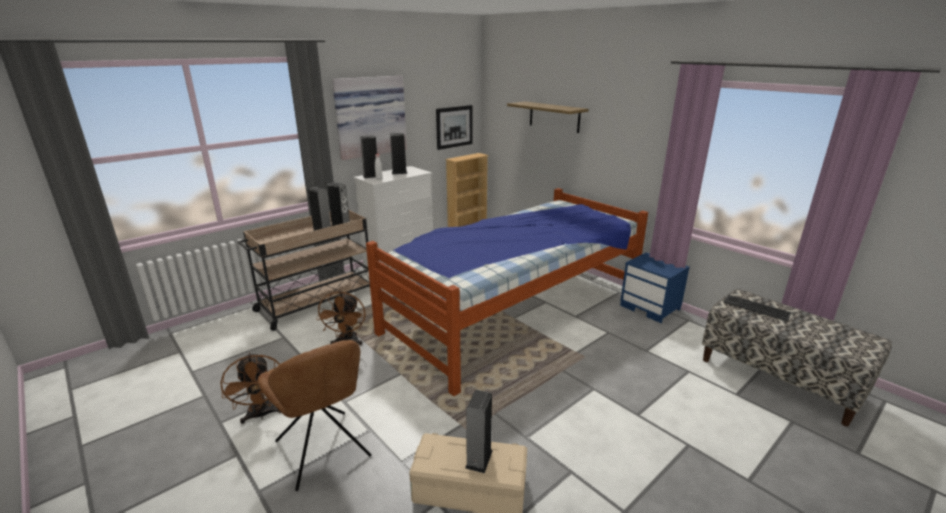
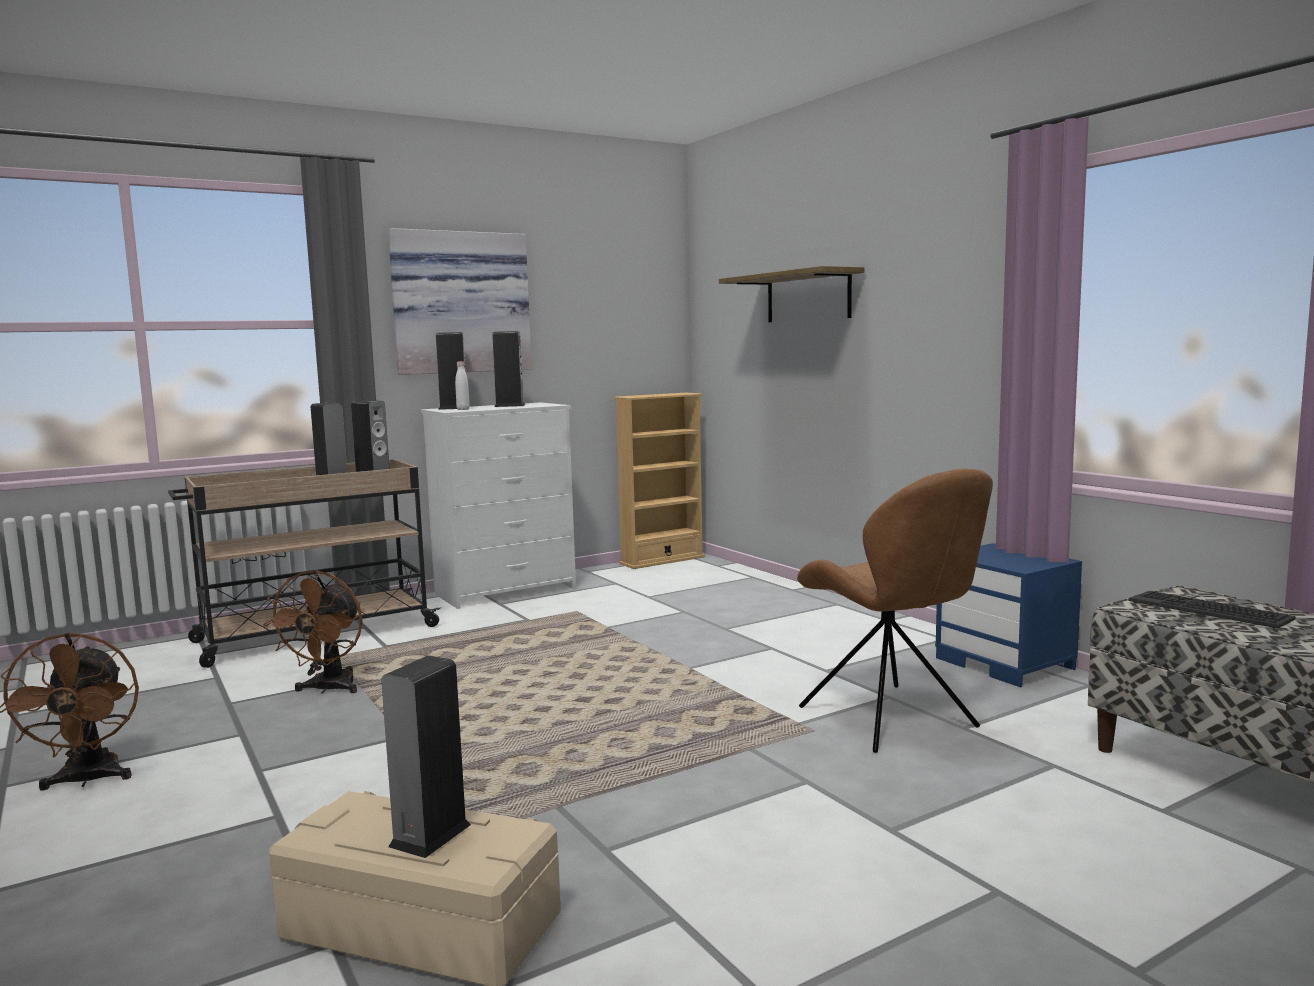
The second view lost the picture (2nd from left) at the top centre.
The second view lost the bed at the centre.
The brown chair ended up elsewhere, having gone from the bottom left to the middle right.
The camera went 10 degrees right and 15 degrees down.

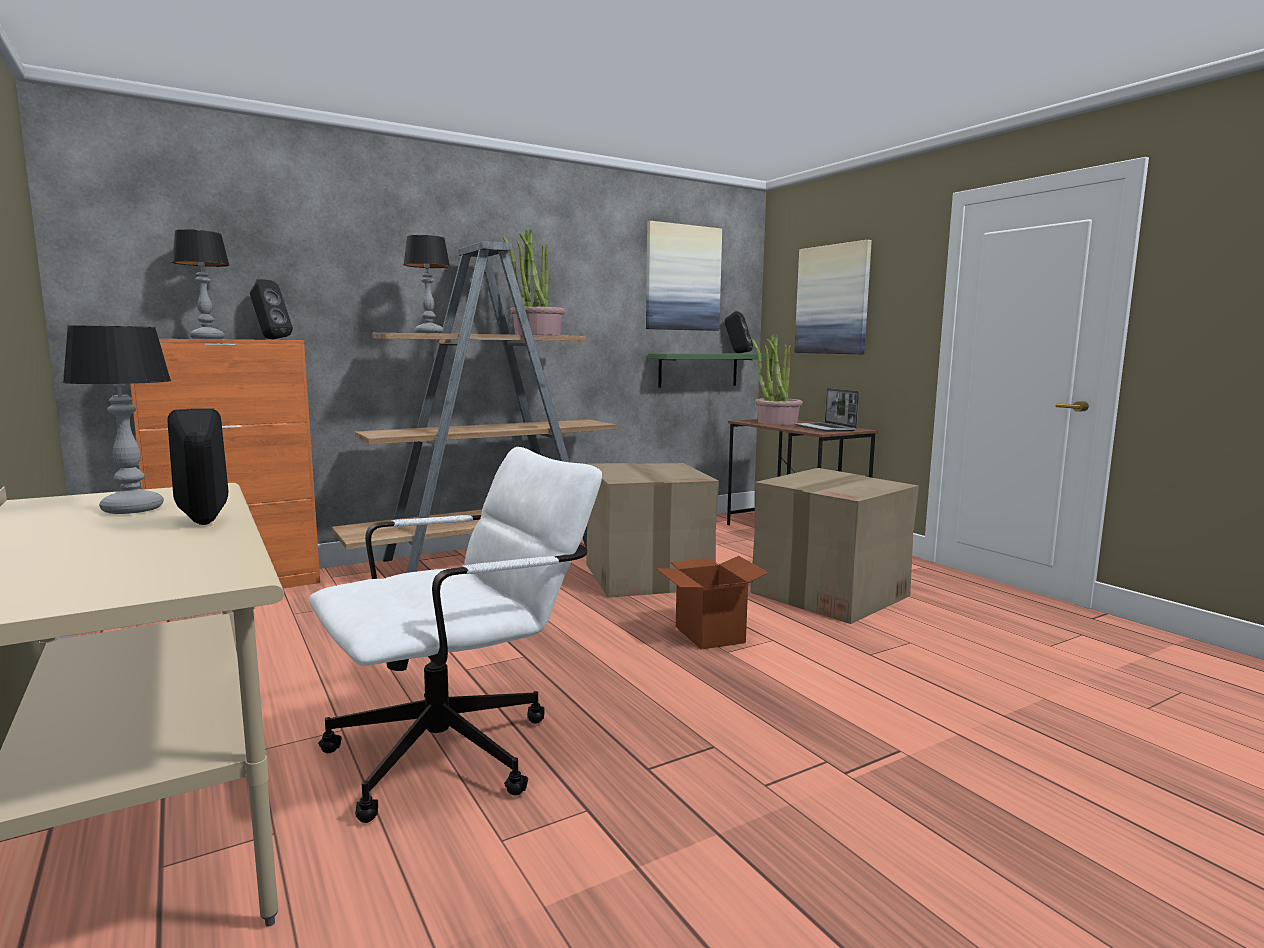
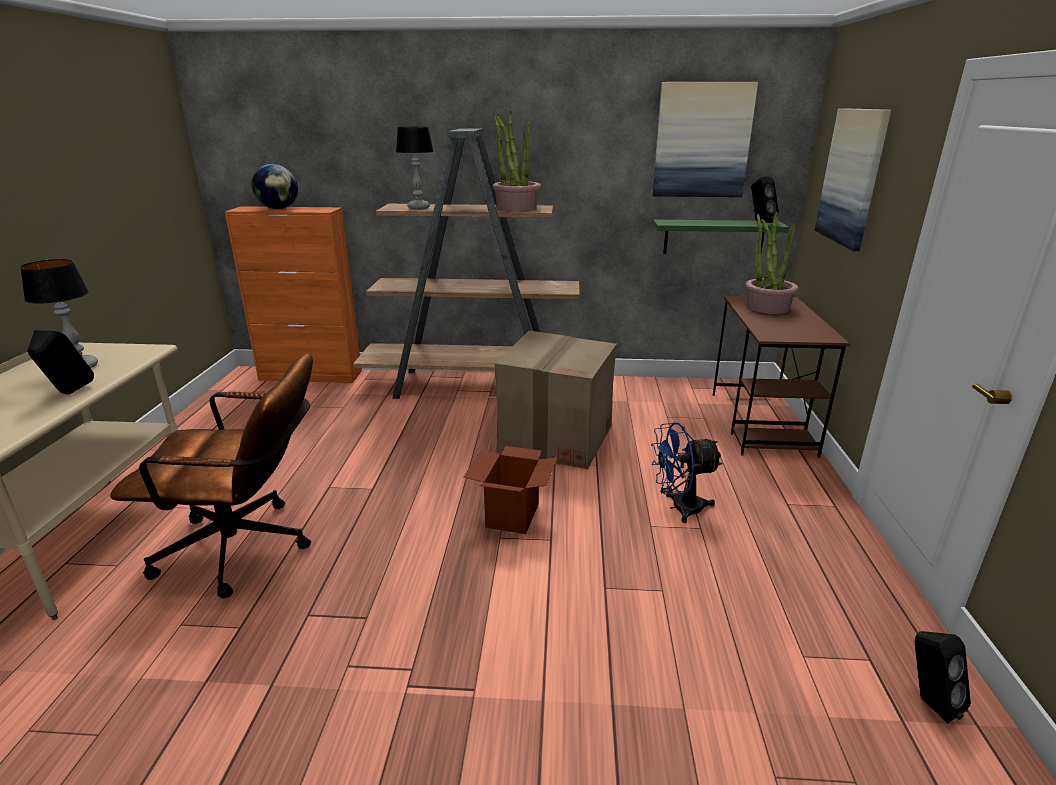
Where the table lamp (2nd from left) stood at the top left, the globe came to stand at the top left.
The black speaker (2nd from left in the first image) ended up elsewhere, having gone from the top left to the bottom right.
The second view lost the laptop at the centre.
What was the white office chair at the bottom centre turned into the brown office chair at the middle left.
Where the cardboard box (3rd from left) stood at the centre, the blue fan came to stand at the centre.
The camera went 35 degrees right and 15 degrees up.

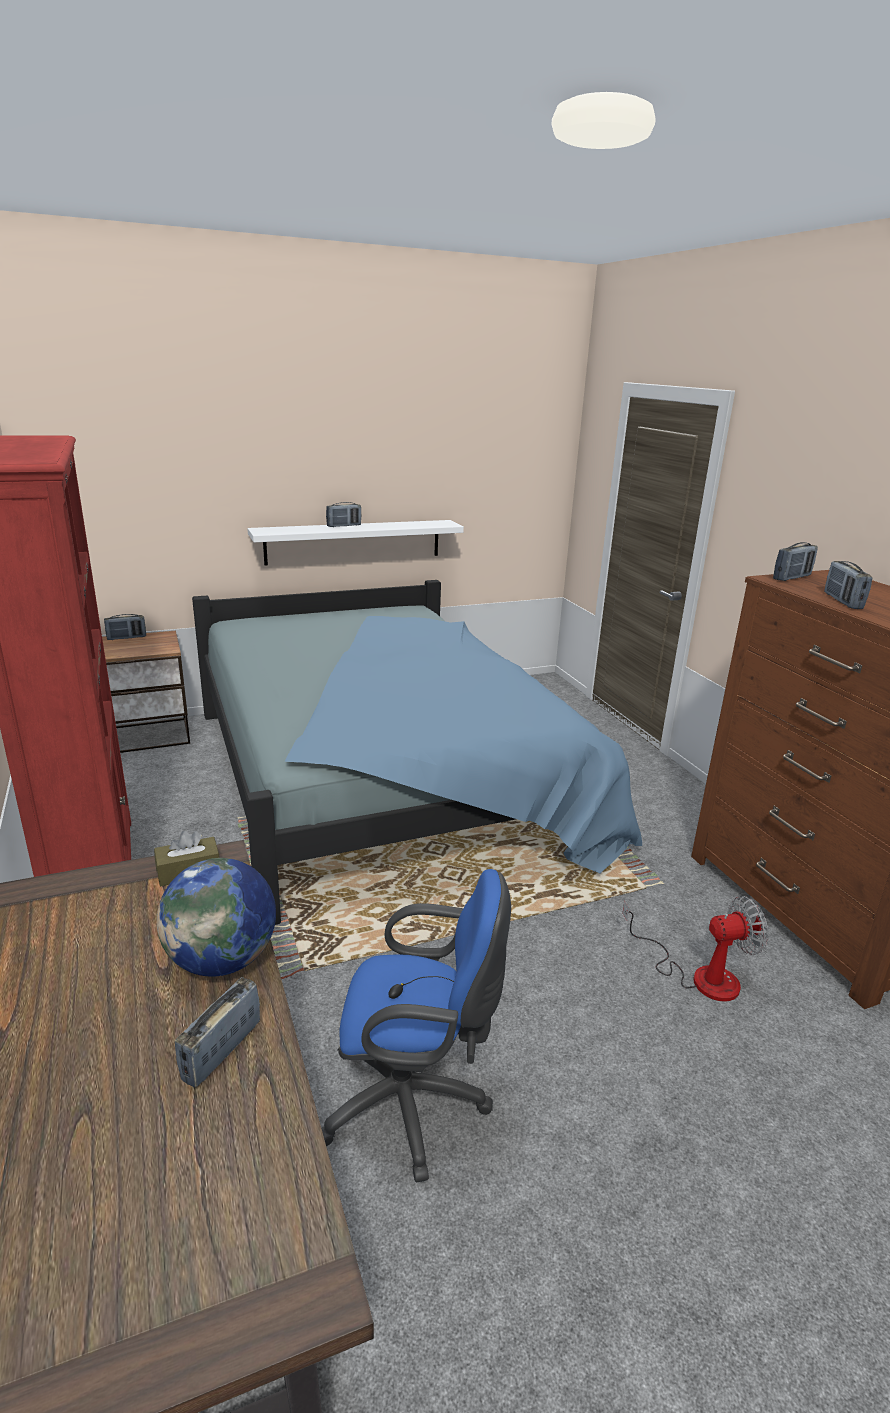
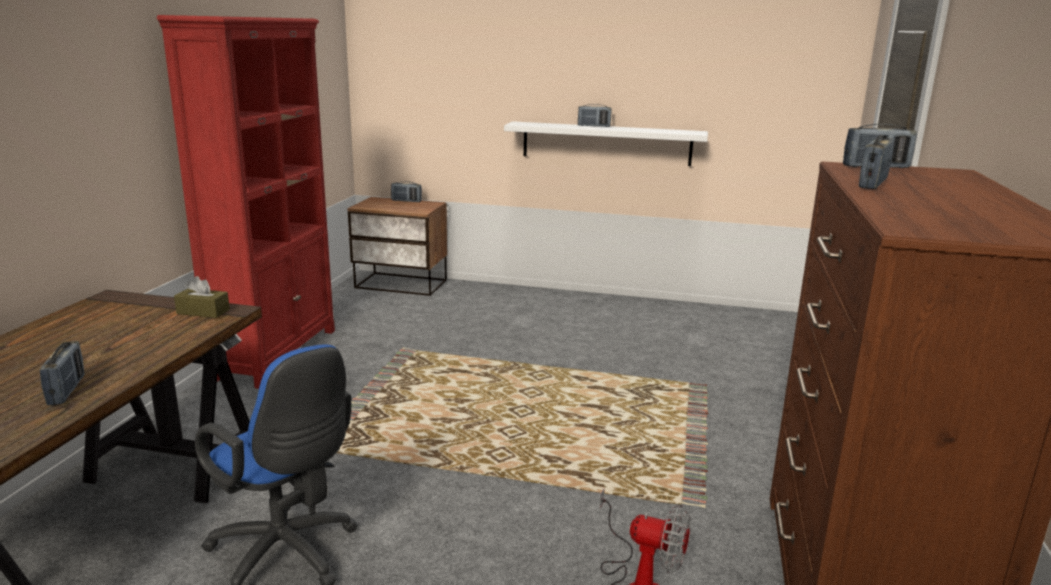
The second view lost the blue bed at the centre.
The second view lost the globe at the middle left.
The radio (2nd from left in the first image) at the bottom left ended up facing another way, 105 degrees clockwise from before.
The camera went 35 degrees right and 5 degrees down.

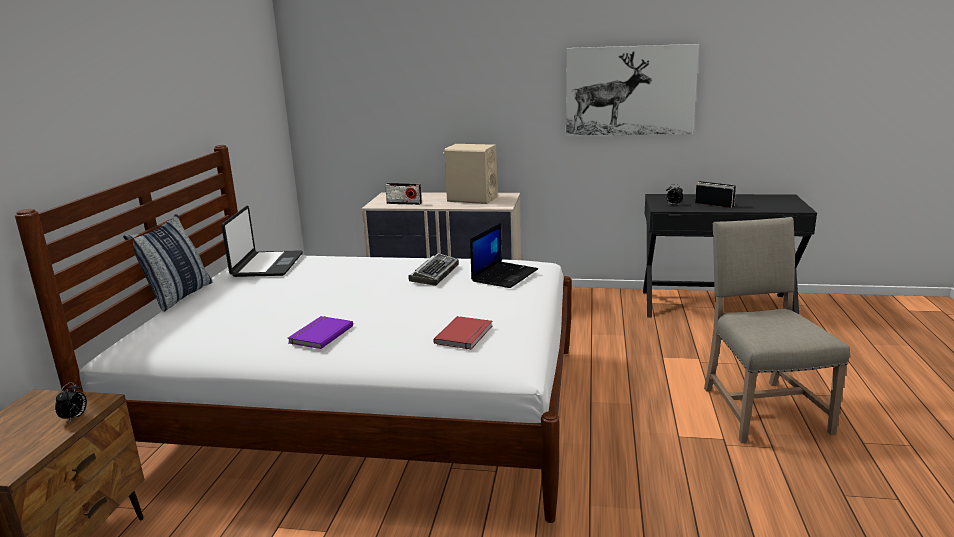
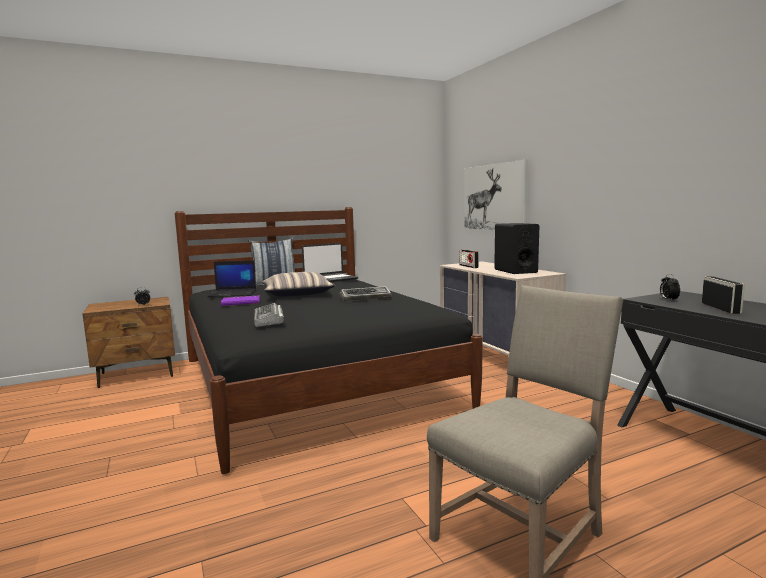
The picture ended up elsewhere, having gone from the top centre to the centre.
What was the beige speaker at the top centre turned into the black speaker at the middle right.
What was the white bed at the middle left turned into the black bed at the centre.
The laptop (2nd from left in the first image) ended up elsewhere, having gone from the centre to the middle left.
Where the red book stood at the centre, the keyboard (1st from left) came to stand at the centre.
The second view gained the pillow (2nd from left) at the centre.
The camera went 55 degrees right and 10 degrees down.

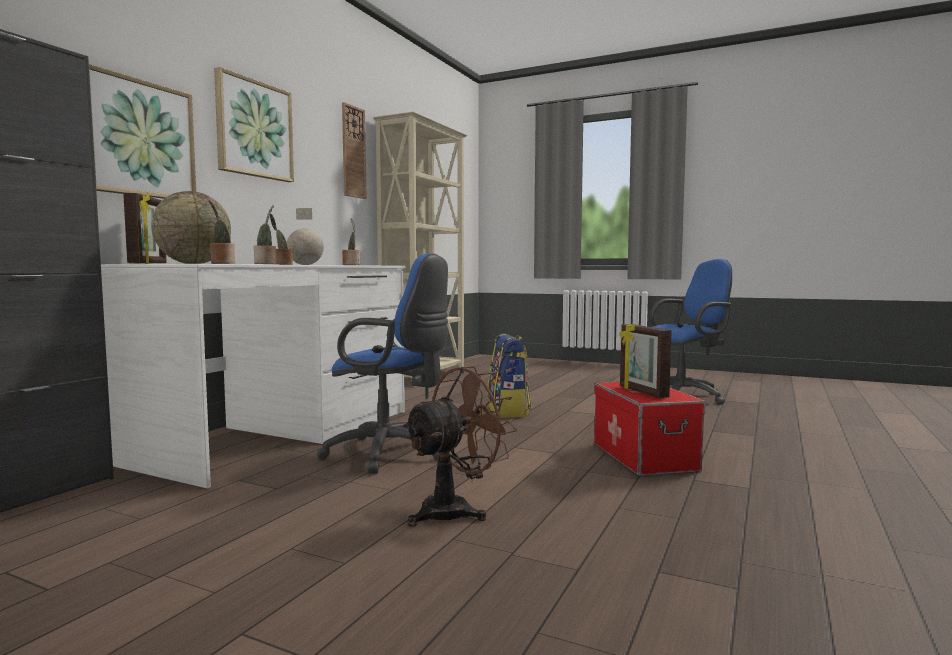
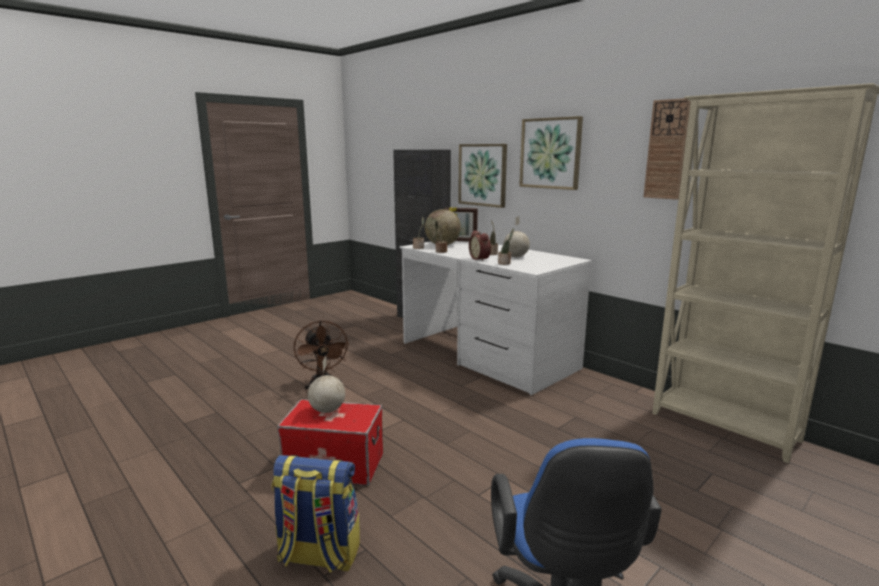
The second view lost the blue office chair (1st from left) at the centre.
Where the picture frame (2nd from left) stood at the middle right, the globe (1st from left) came to stand at the centre.
The backpack ended up elsewhere, having gone from the centre to the bottom centre.
The second view gained the alarm clock at the centre.
The camera went 110 degrees right and 10 degrees up.

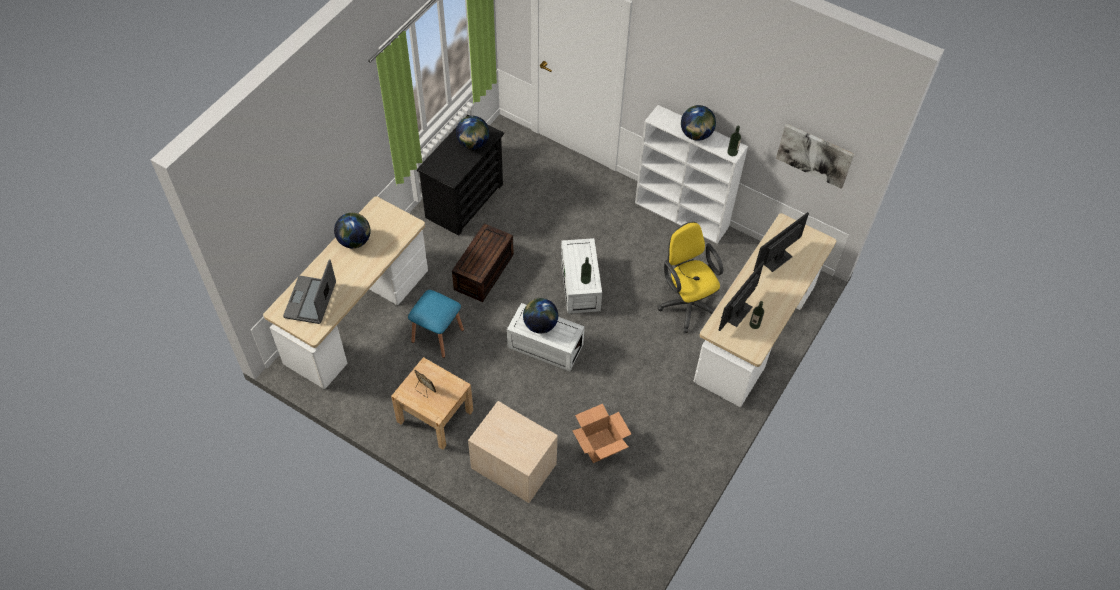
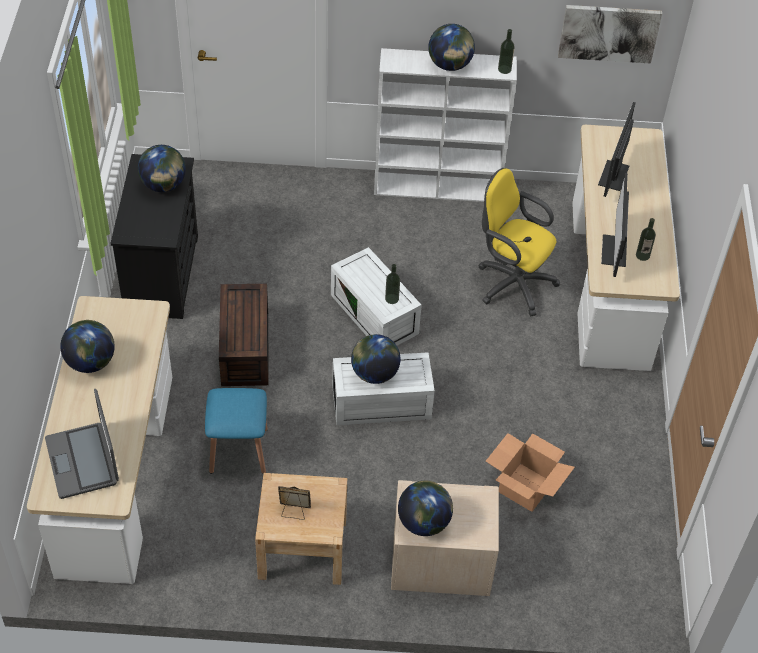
The second view gained the globe (4th from left) at the bottom centre.
The camera went 30 degrees left and 5 degrees down.

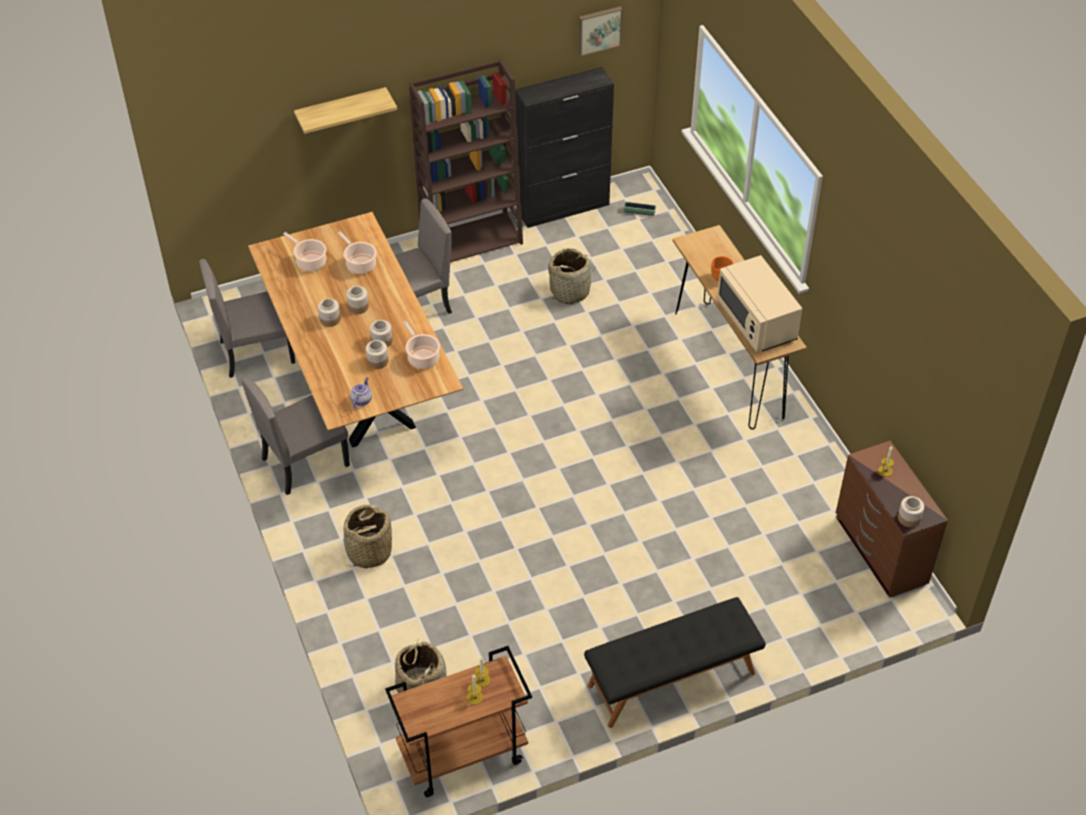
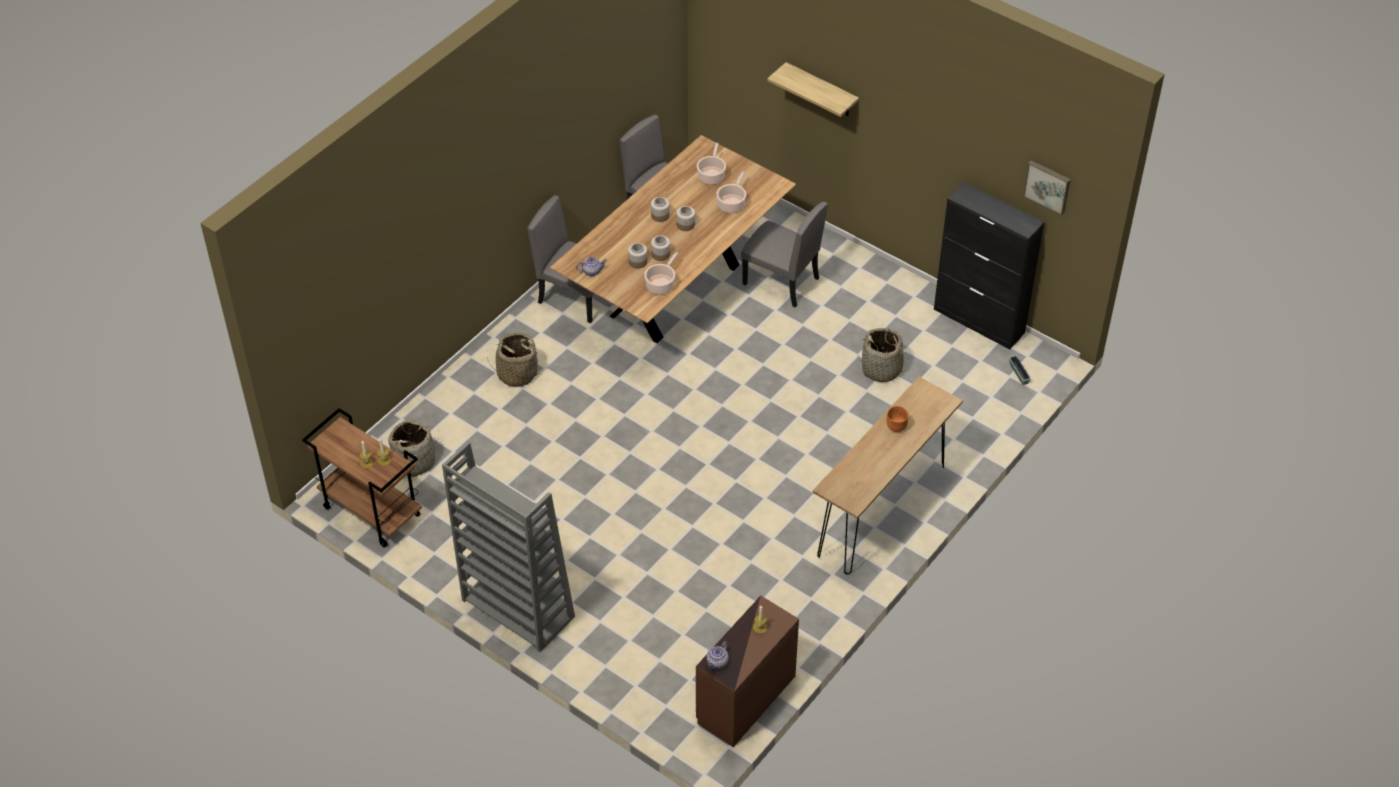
The second view lost the brown bookcase at the top centre.
The second view lost the beige microwave at the middle right.
Where the jar (5th from left) stood at the middle right, the teapot (2nd from left) came to stand at the bottom centre.
Where the black bench stood at the bottom centre, the grey bookcase came to stand at the bottom centre.
The camera went 60 degrees right and 0 degrees up.

